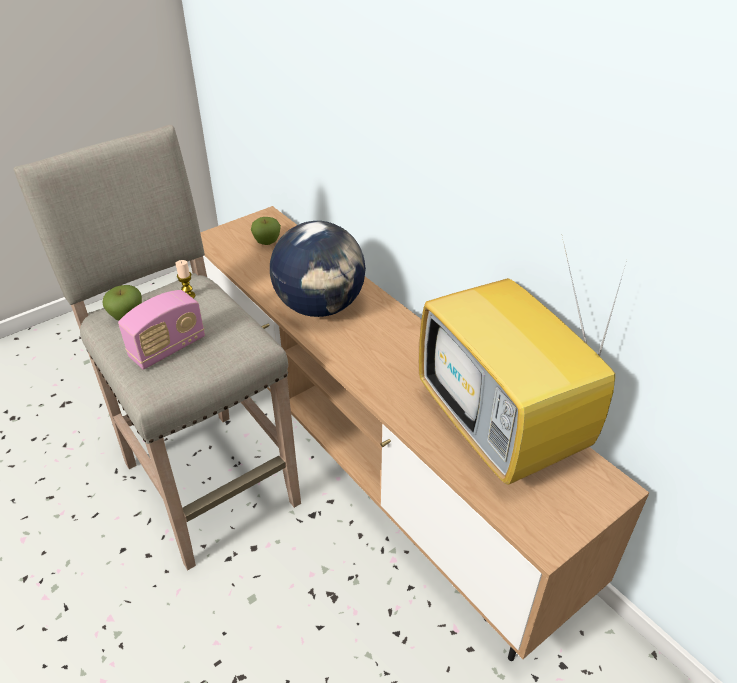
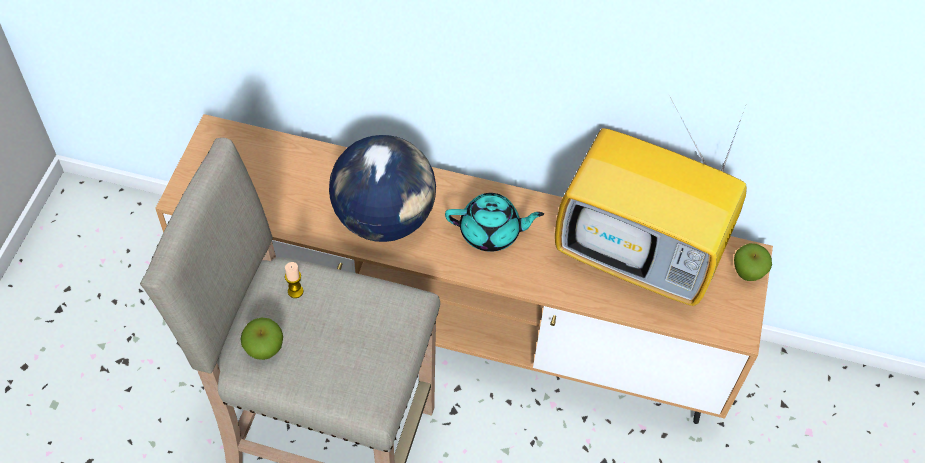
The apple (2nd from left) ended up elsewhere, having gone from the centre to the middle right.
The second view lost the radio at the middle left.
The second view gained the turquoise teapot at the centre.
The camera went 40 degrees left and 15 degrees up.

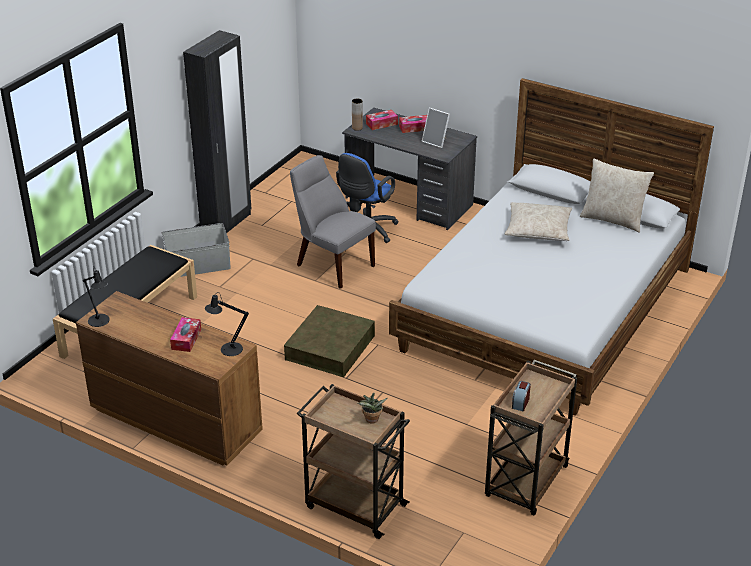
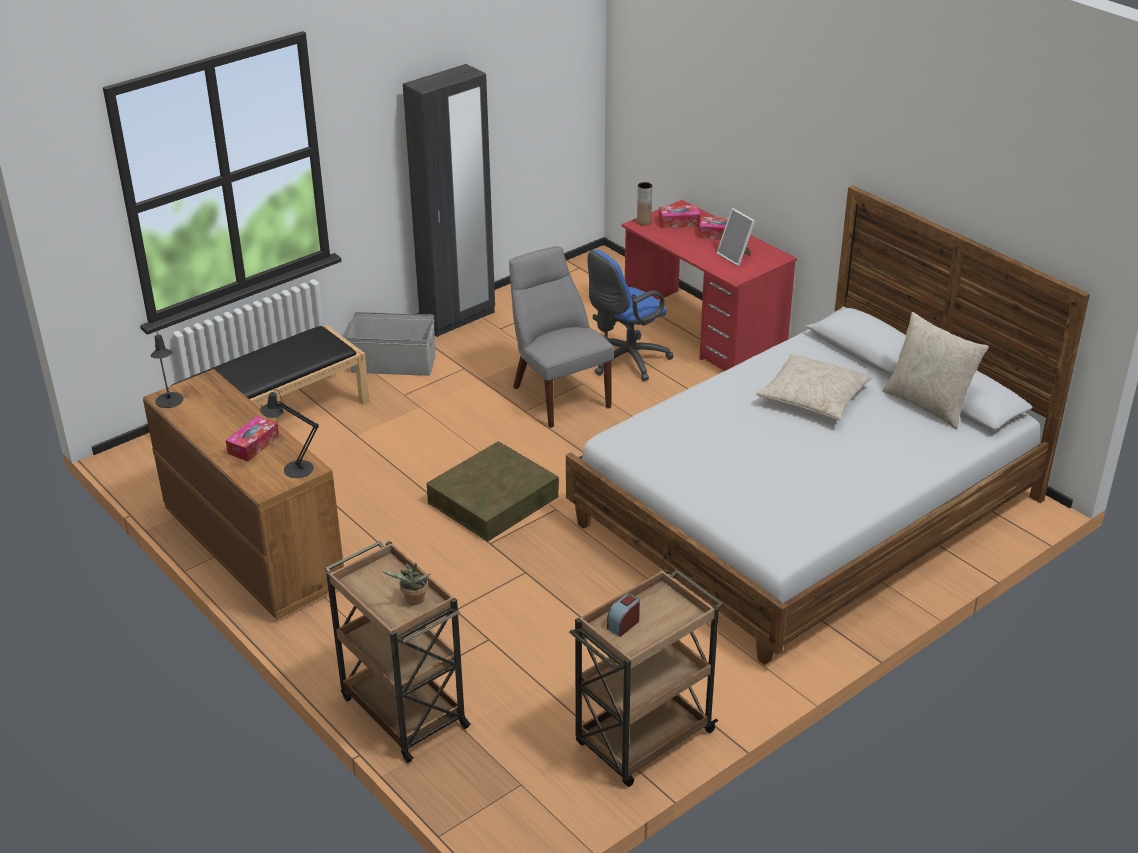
What was the grey desk at the top centre turned into the red desk at the centre.
The camera went 20 degrees right and 0 degrees up.

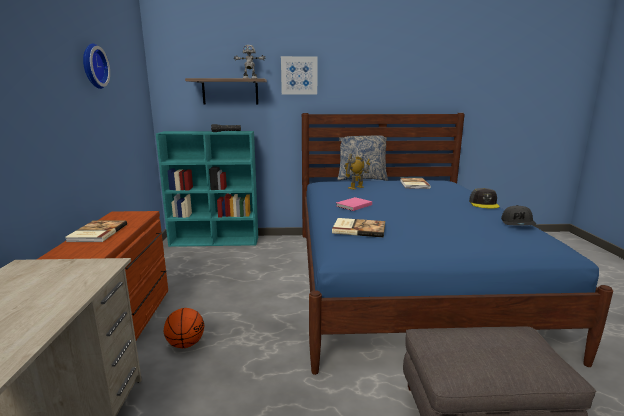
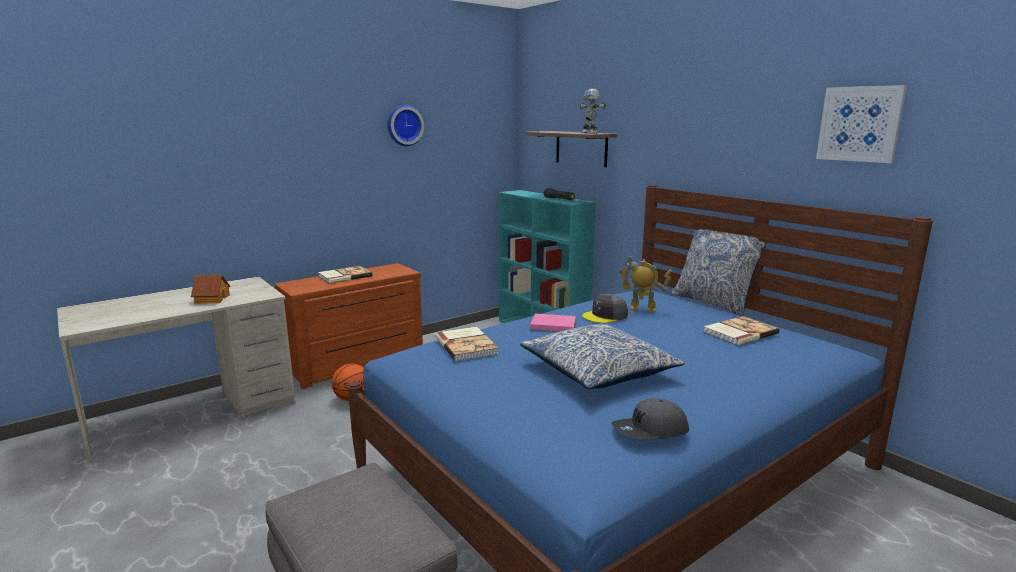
The picture ended up elsewhere, having gone from the top centre to the top right.
The grey cap (1st from left) ended up elsewhere, having gone from the middle right to the centre.
The second view gained the toy house at the middle left.
The second view gained the pillow (1st from left) at the centre.
The camera went 55 degrees right and 0 degrees up.

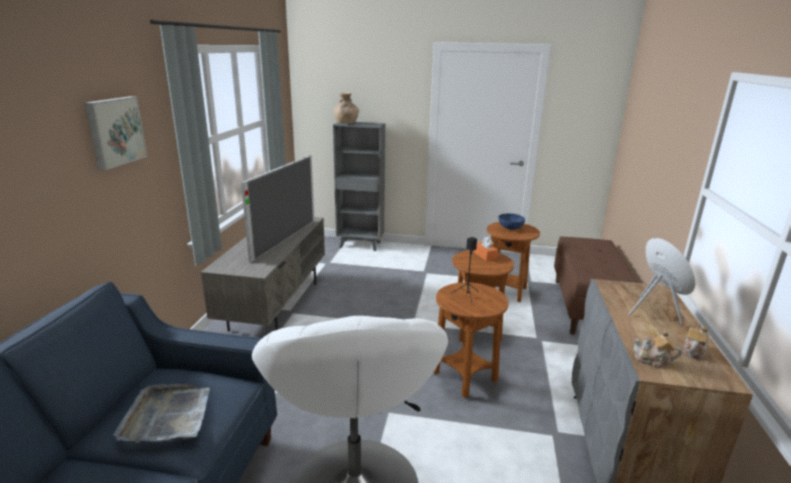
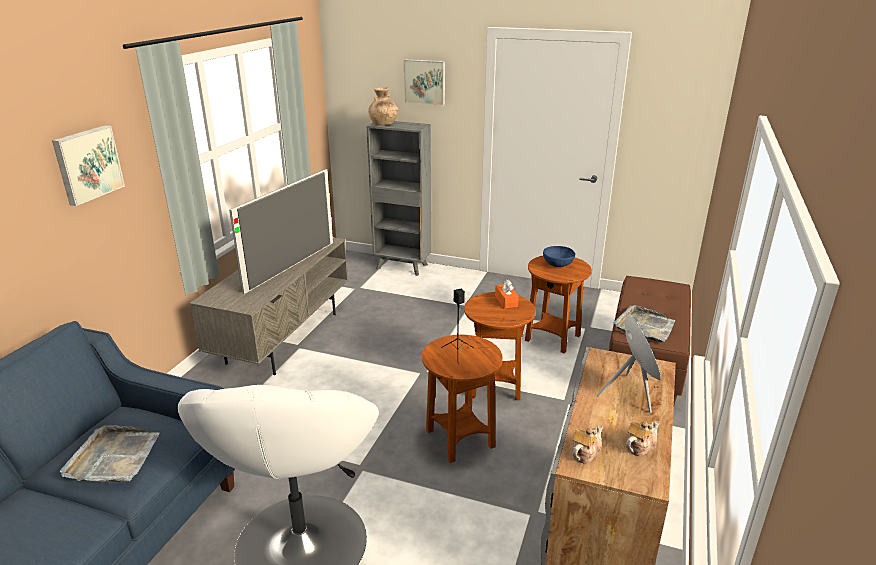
The teapot (1st from left) at the bottom right ended up facing another way, 105 degrees clockwise from before.
The second view gained the picture (2nd from left) at the top centre.
The second view gained the grey tray (2nd from left) at the middle right.
The camera went 10 degrees right and 5 degrees up.

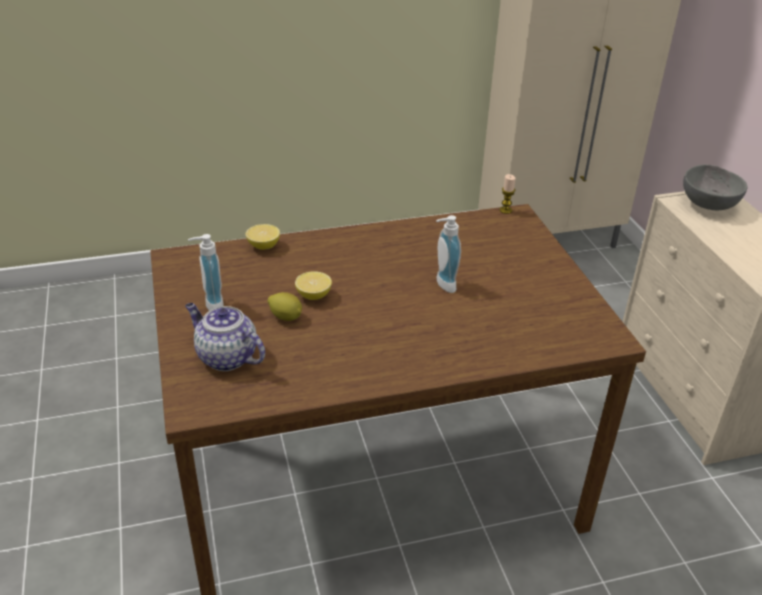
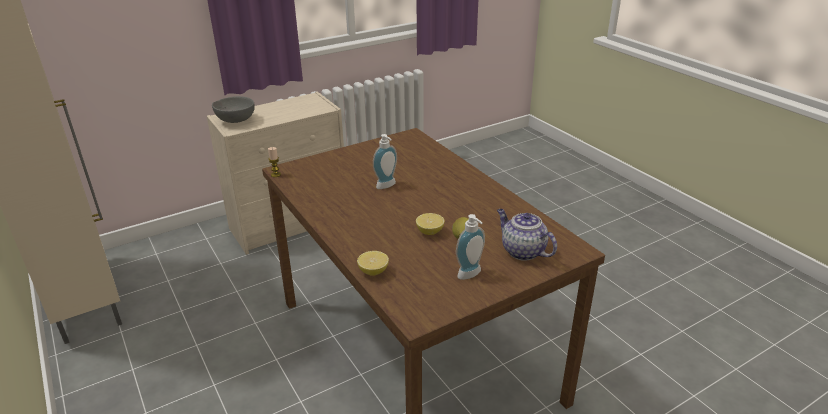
The teapot at the middle left ended up facing another way, 120 degrees clockwise from before.
The camera went 105 degrees left and 5 degrees down.

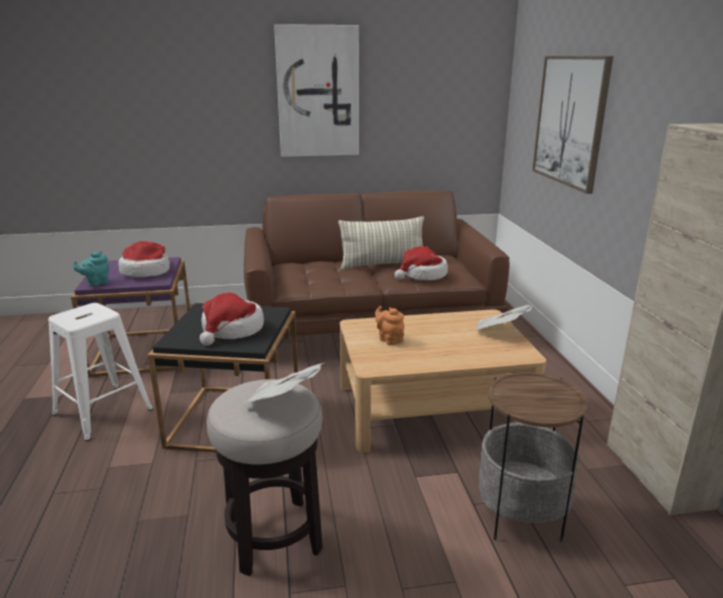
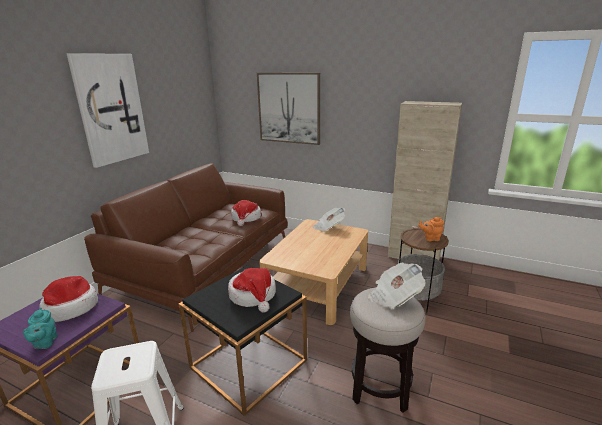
The second view lost the pillow at the centre.
The orange teapot ended up elsewhere, having gone from the centre to the middle right.
The camera went 55 degrees left and 0 degrees up.

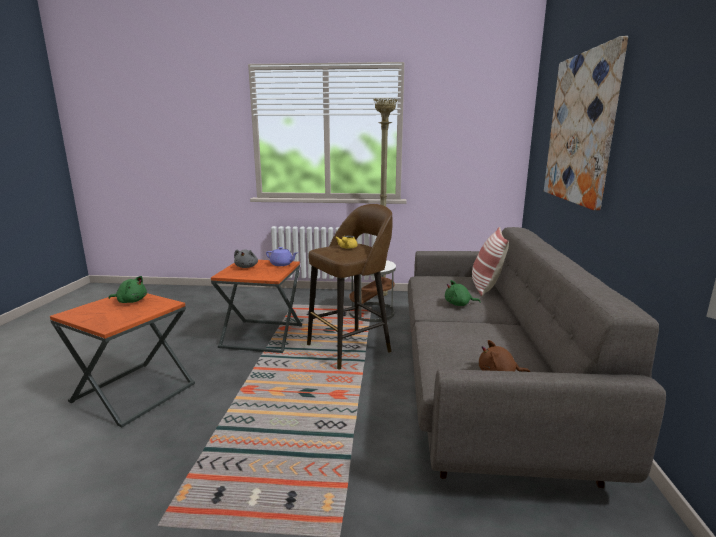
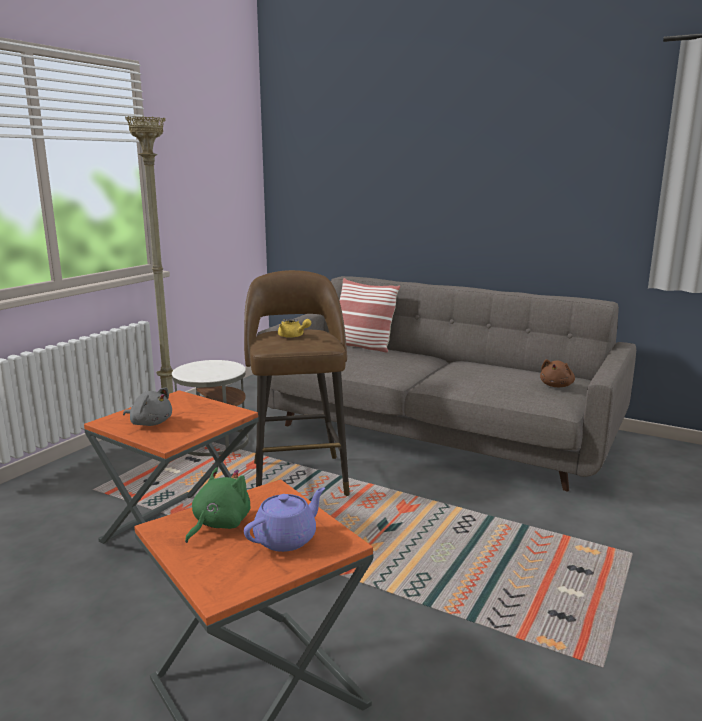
The second view lost the picture at the top right.
The purple teapot ended up elsewhere, having gone from the centre to the bottom centre.
The second view lost the green plush toy (2nd from left) at the centre.
The camera went 65 degrees left and 0 degrees up.

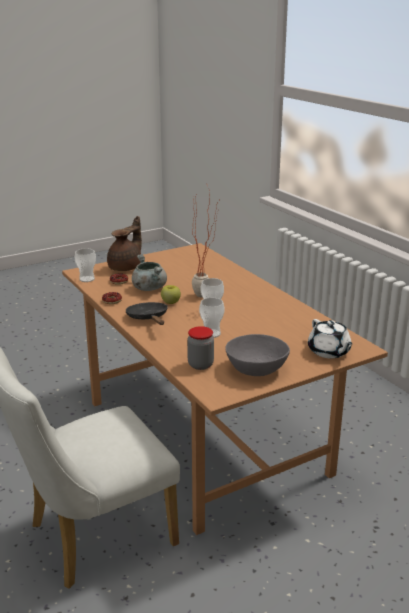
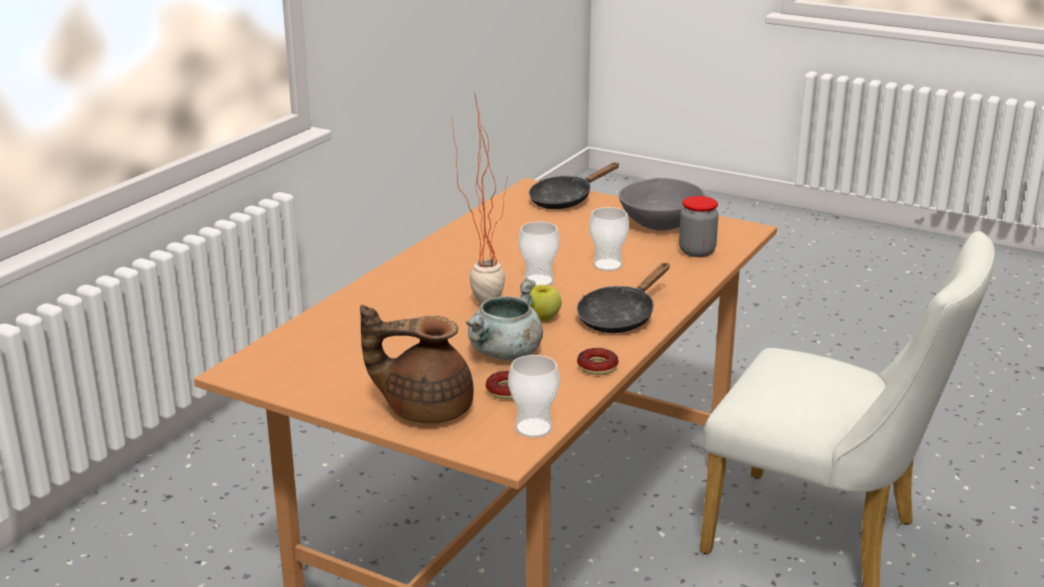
Where the white teapot stood at the middle right, the black frying pan (1st from left) came to stand at the top centre.
The camera went 120 degrees left and 0 degrees up.

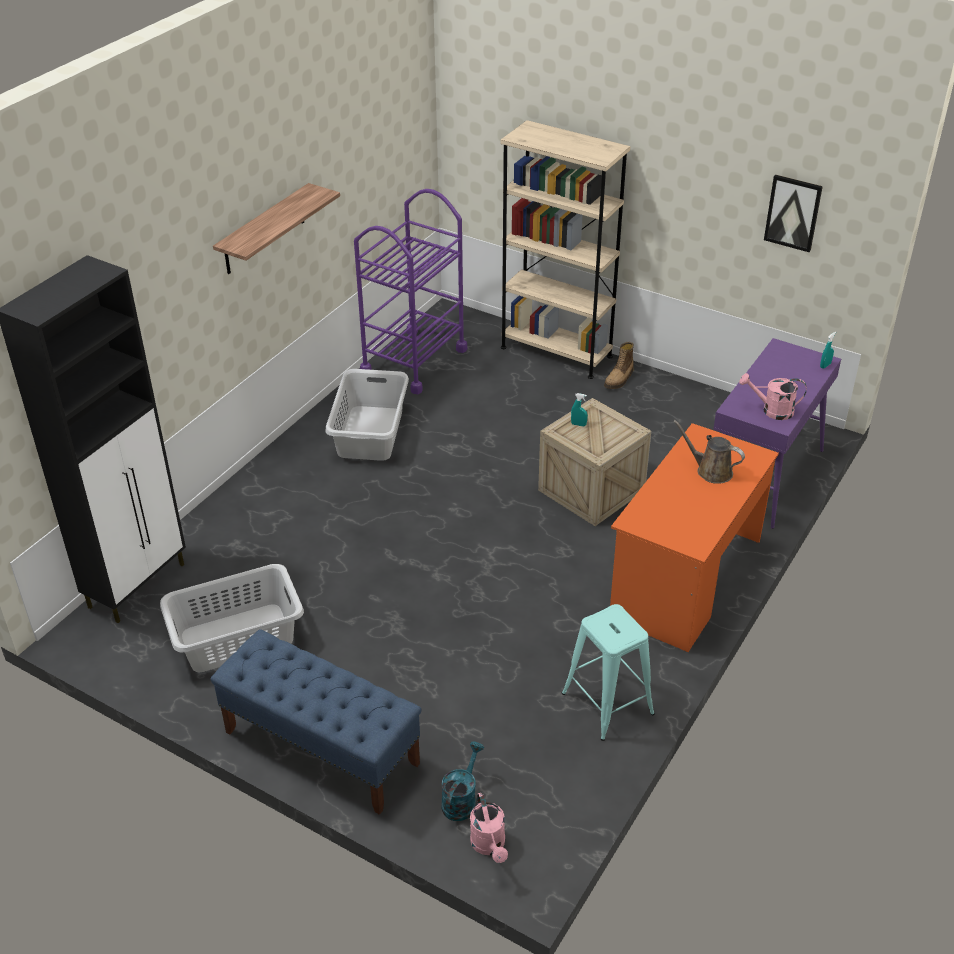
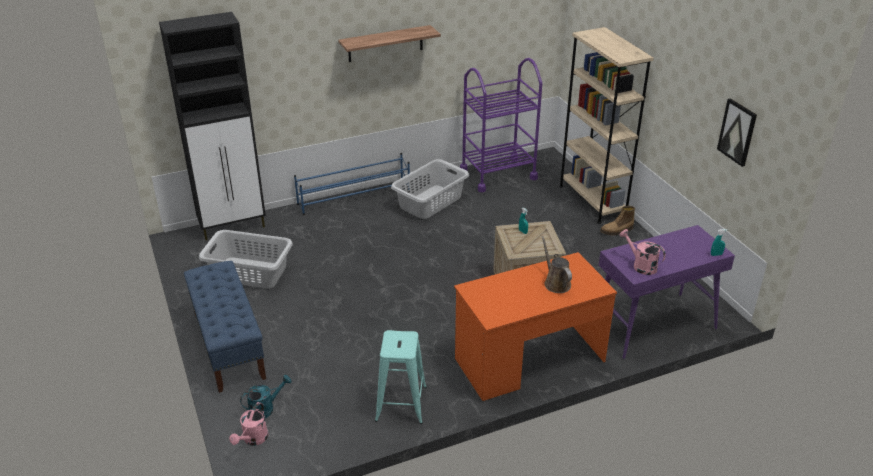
The second view gained the blue shoe rack at the centre.
The camera went 35 degrees right and 5 degrees down.

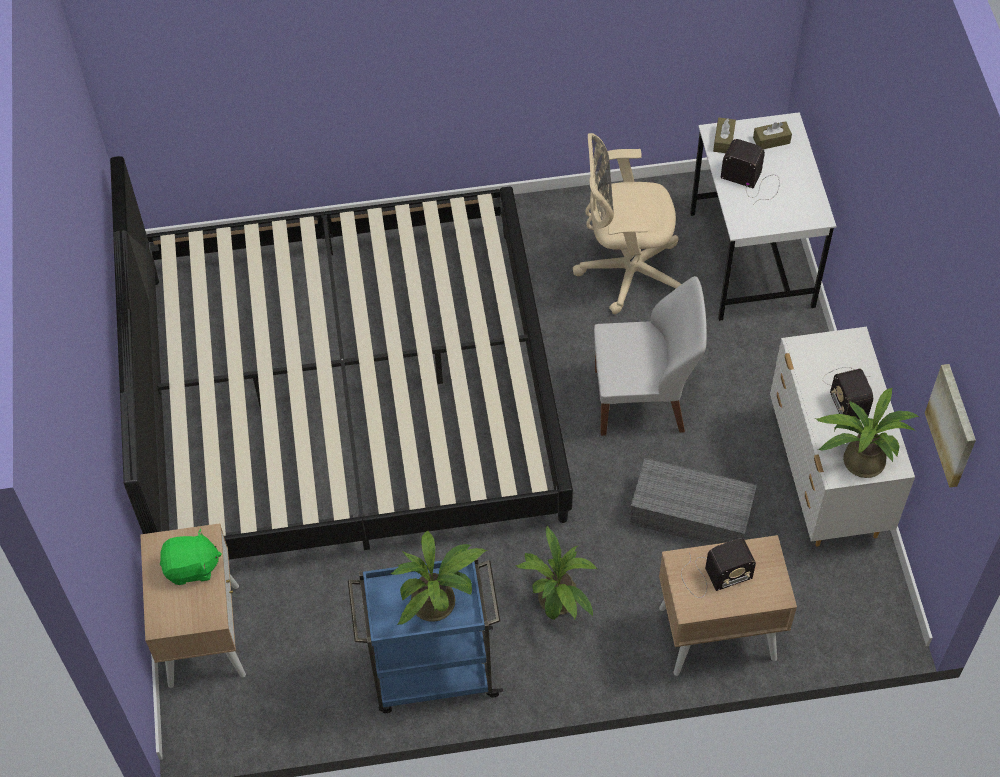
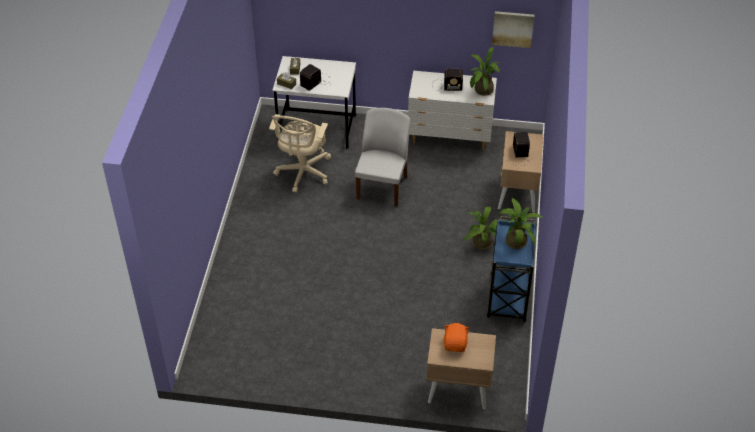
The second view lost the bed at the centre.
The second view lost the grey storage box at the middle right.
What was the green plush toy at the bottom left turned into the orange plush toy at the bottom centre.
The camera went 75 degrees left and 10 degrees down.

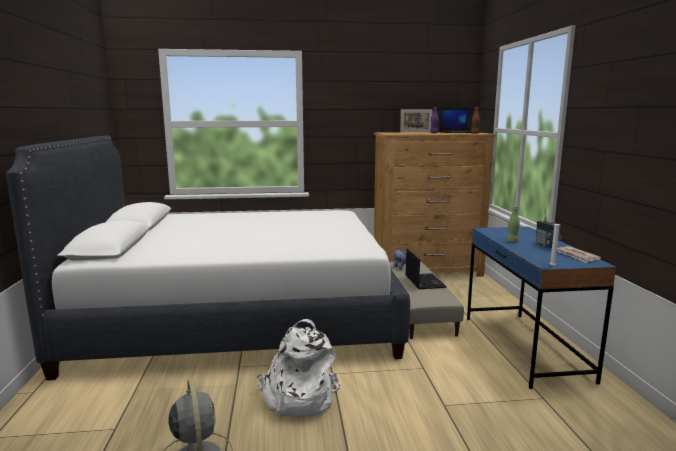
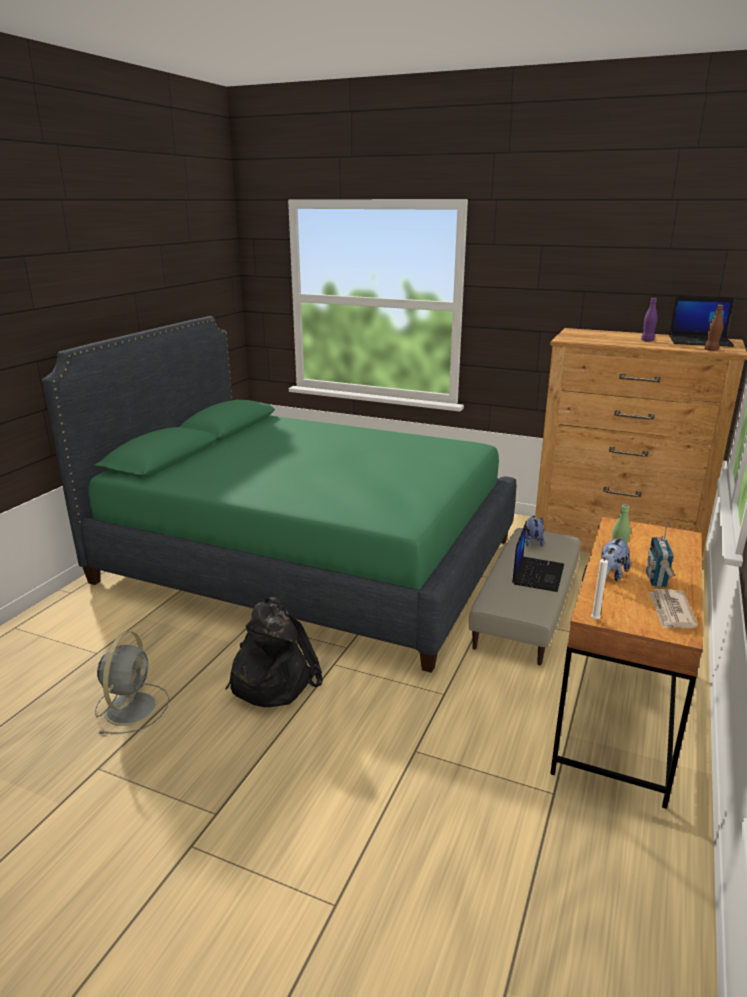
The second view lost the picture frame at the top centre.
What was the white bed at the middle left turned into the green bed at the centre.
What was the blue desk at the bottom right turned into the brown desk at the middle right.
What was the white backpack at the bottom centre turned into the black backpack at the centre.
The second view gained the plush toy (2nd from left) at the middle right.
The camera went 30 degrees right and 10 degrees up.

